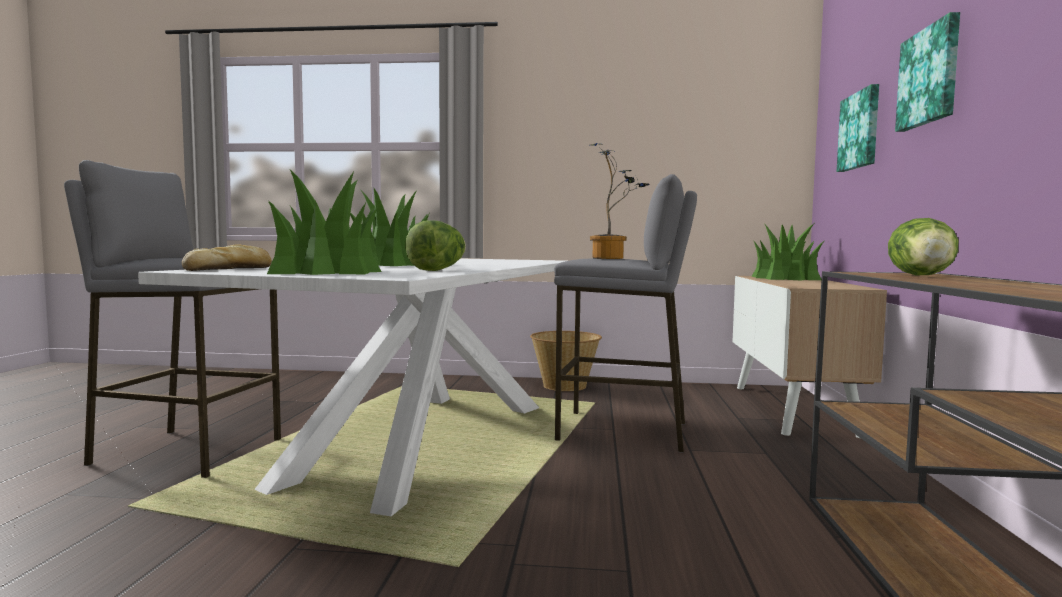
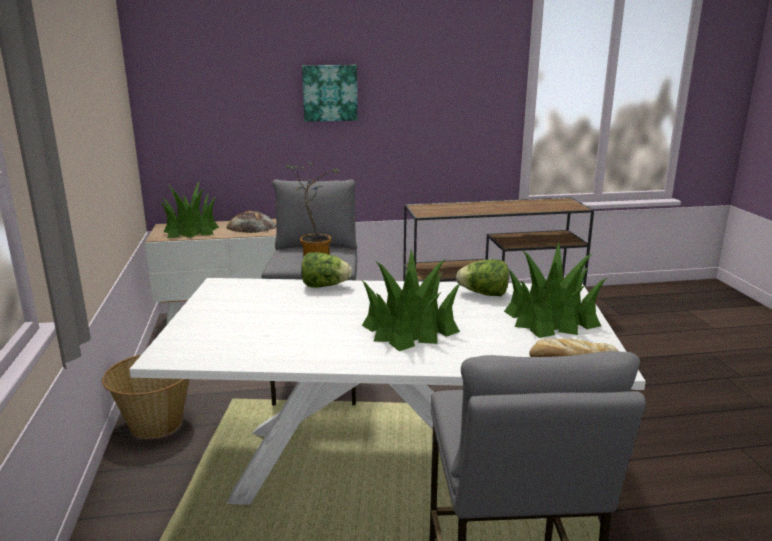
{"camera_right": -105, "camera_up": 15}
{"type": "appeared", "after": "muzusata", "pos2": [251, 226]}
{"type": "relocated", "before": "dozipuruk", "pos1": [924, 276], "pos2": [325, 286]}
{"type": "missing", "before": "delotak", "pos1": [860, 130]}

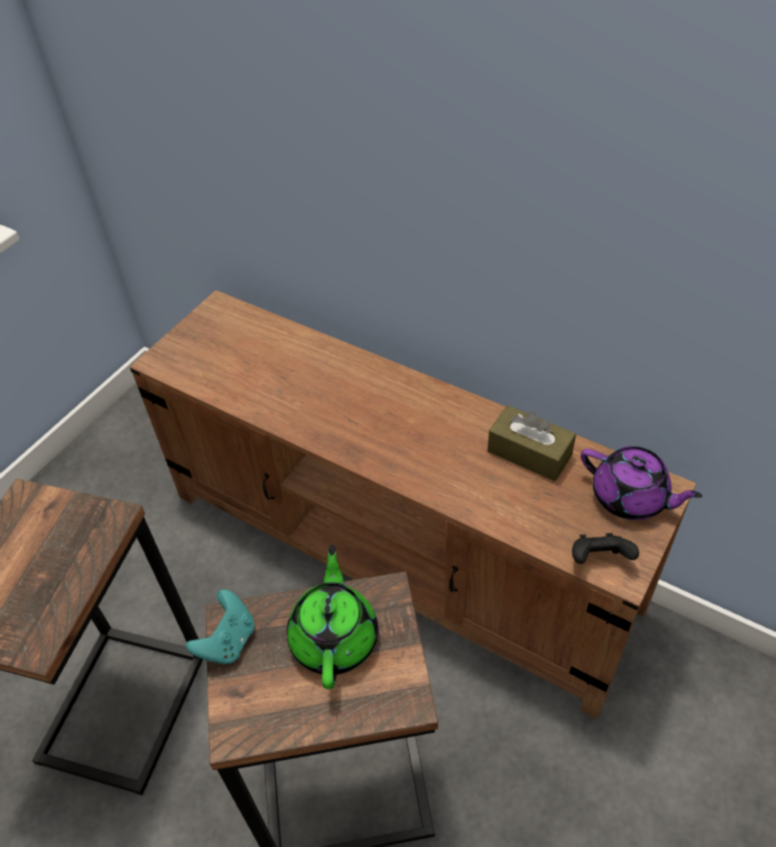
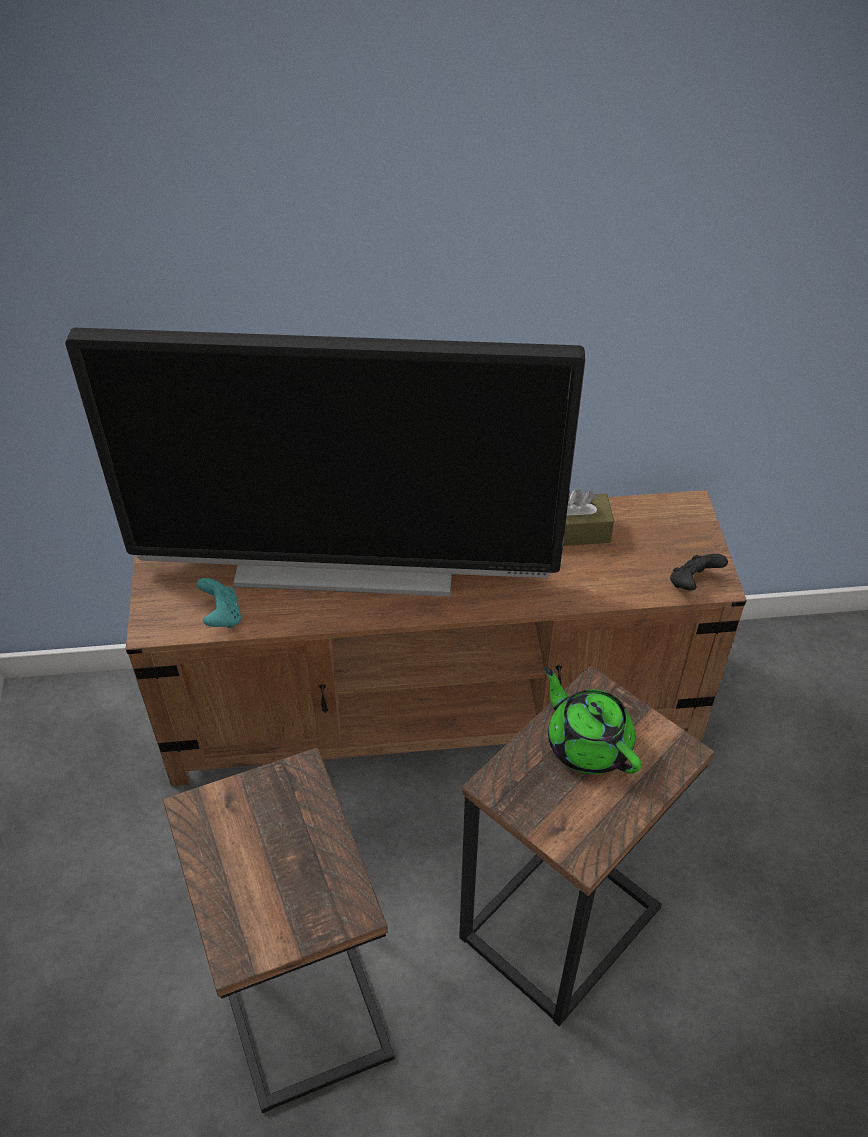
{"camera_right": -40, "camera_up": 0}
{"type": "appeared", "after": "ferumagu", "pos2": [345, 566]}
{"type": "relocated", "before": "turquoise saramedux", "pos1": [228, 641], "pos2": [222, 616]}
{"type": "missing", "before": "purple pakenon", "pos1": [630, 497]}

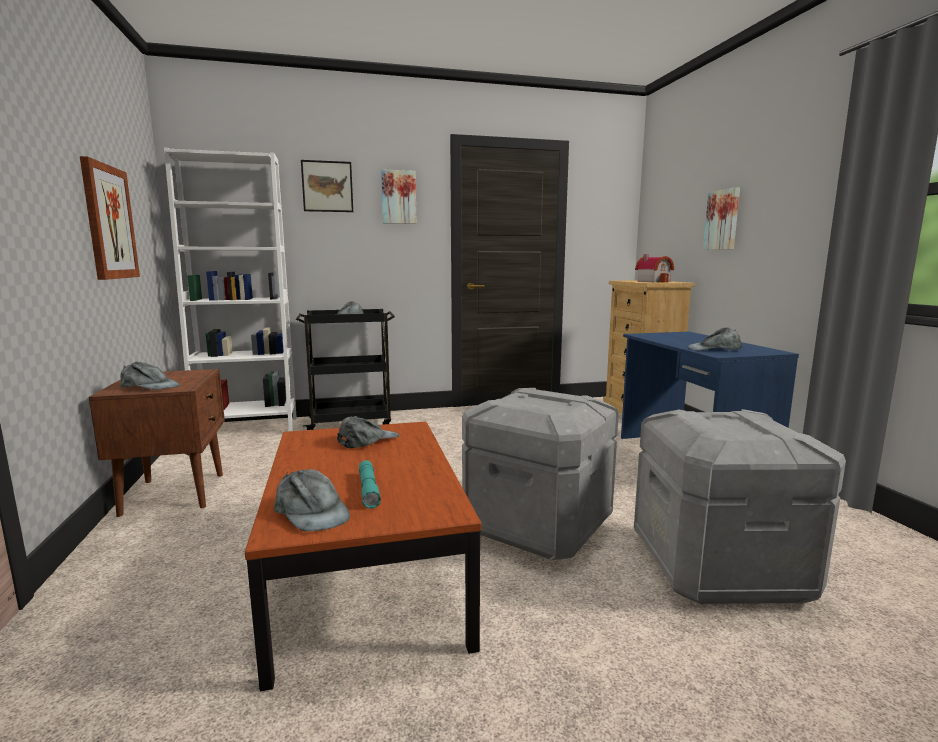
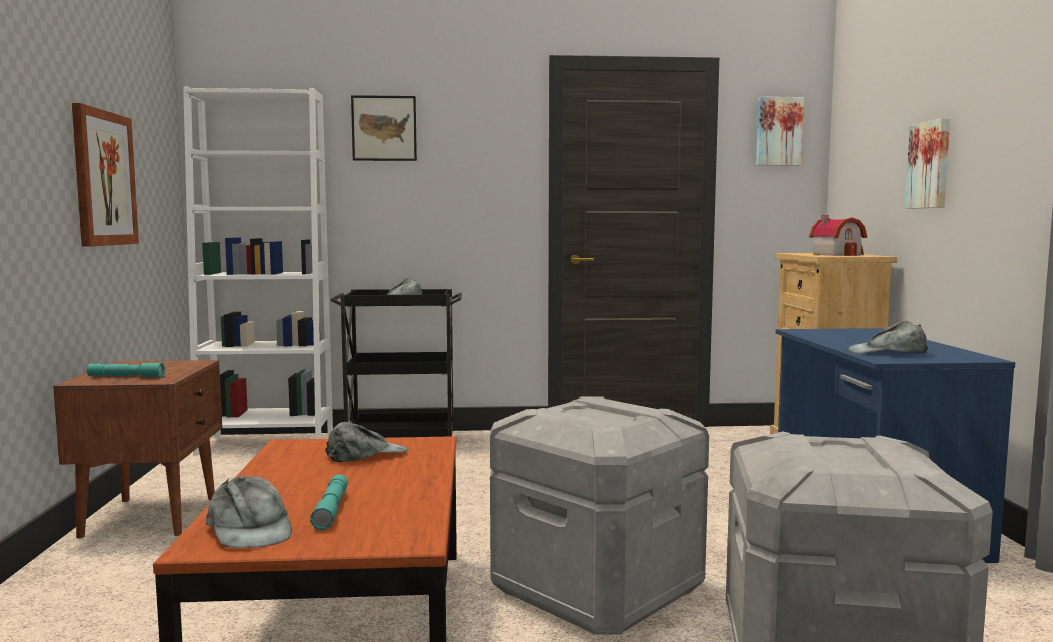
{"camera_right": 10, "camera_up": -5}
{"type": "exchanged", "before": "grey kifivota", "after": "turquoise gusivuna", "pos1": [150, 386], "pos2": [126, 377]}
{"type": "relocated", "before": "delotak", "pos1": [398, 197], "pos2": [778, 131]}

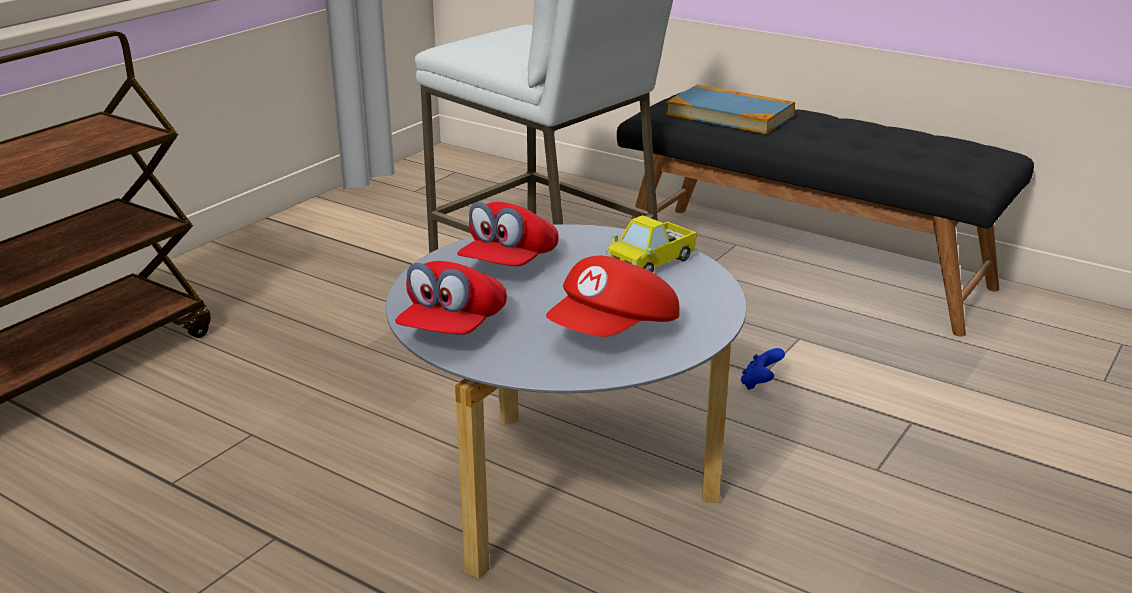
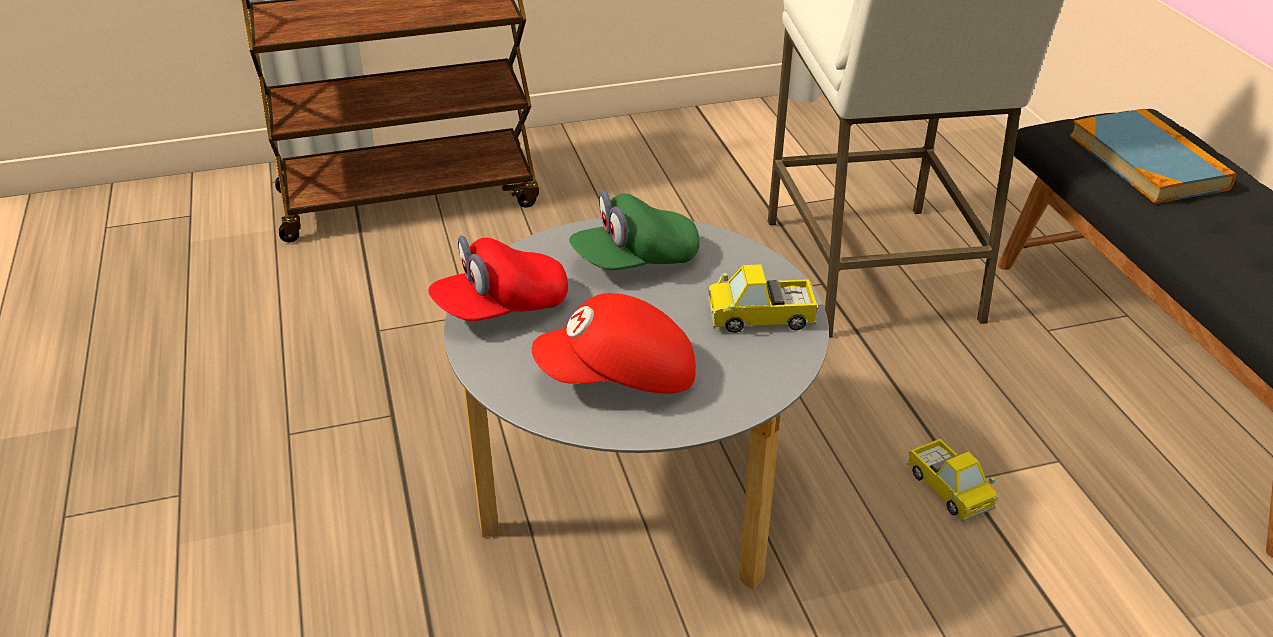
{"camera_right": 40, "camera_up": 10}
{"type": "colour", "before": "red kifivota", "after": "green kifivota", "pos1": [509, 264], "pos2": [635, 261]}
{"type": "exchanged", "before": "blue saramedux", "after": "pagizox", "pos1": [760, 383], "pos2": [948, 490]}

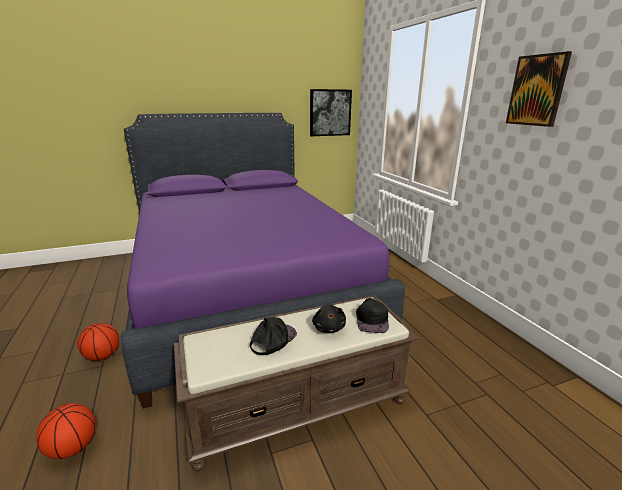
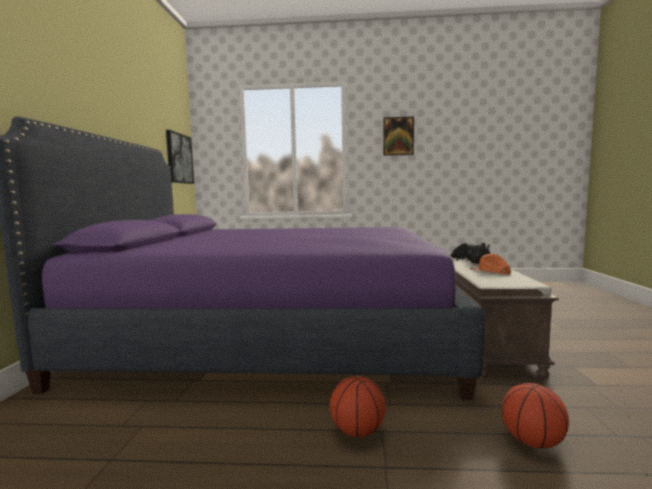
{"camera_right": -65, "camera_up": -15}
{"type": "colour", "before": "black kifivota", "after": "orange kifivota", "pos1": [272, 339], "pos2": [490, 271]}

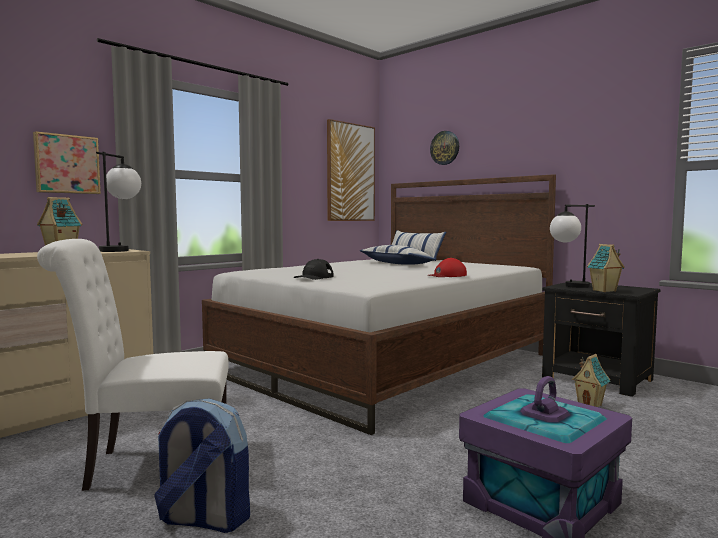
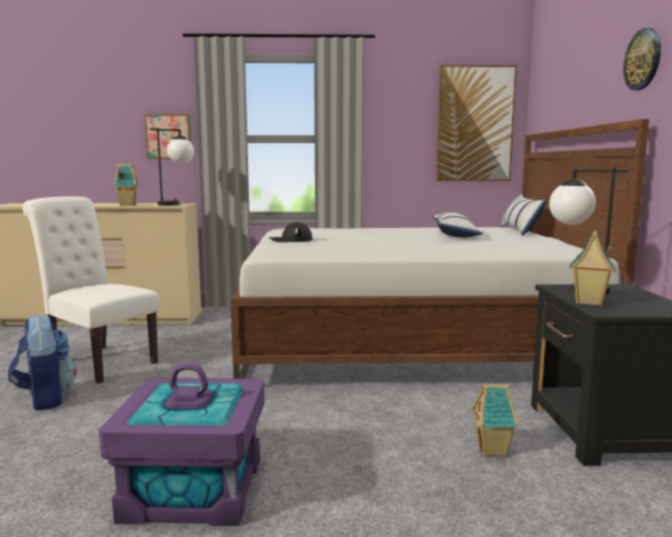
{"camera_right": 45, "camera_up": 5}
{"type": "relocated", "before": "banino", "pos1": [445, 148], "pos2": [643, 59]}
{"type": "missing", "before": "red kifivota", "pos1": [447, 275]}

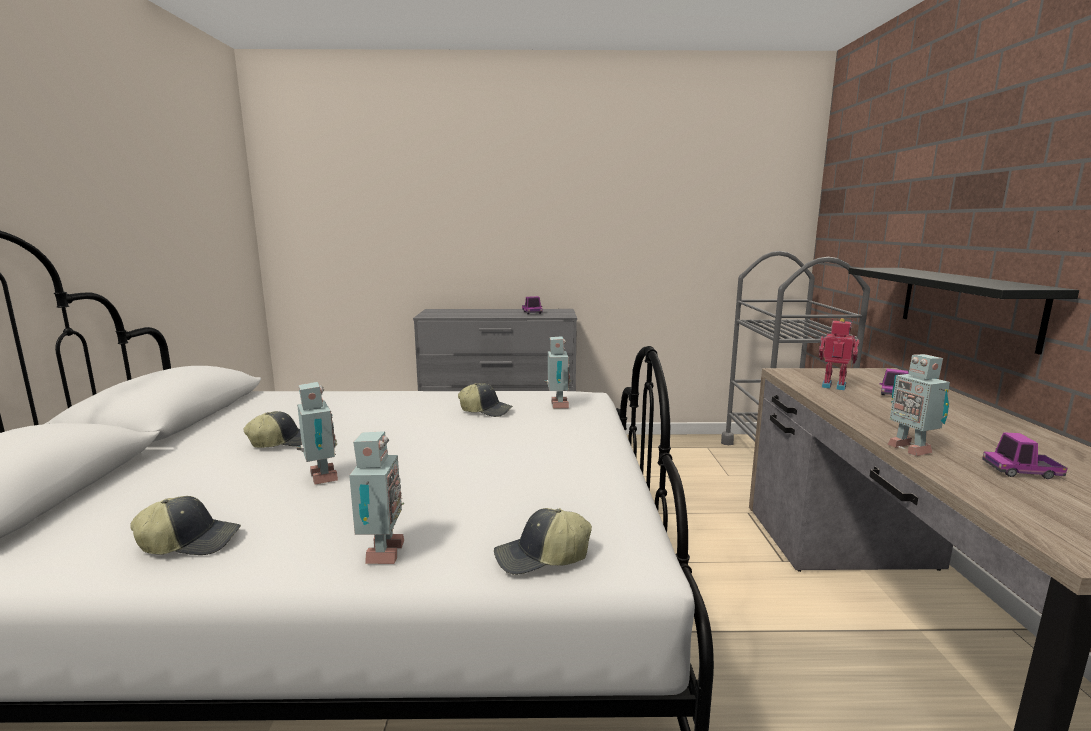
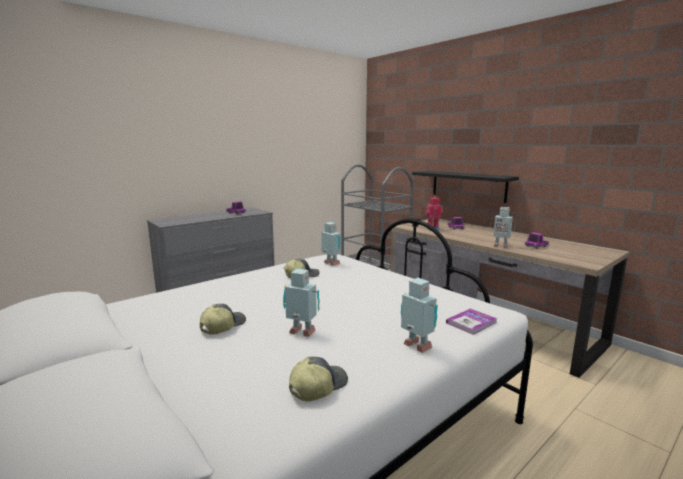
{"camera_right": -40, "camera_up": 0}
{"type": "exchanged", "before": "kifivota", "after": "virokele", "pos1": [542, 558], "pos2": [471, 322]}

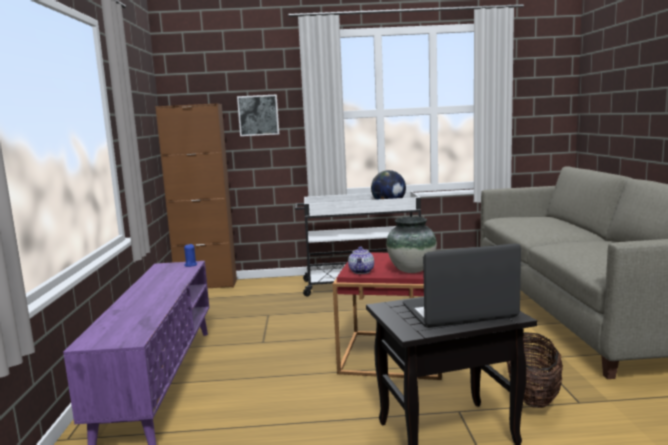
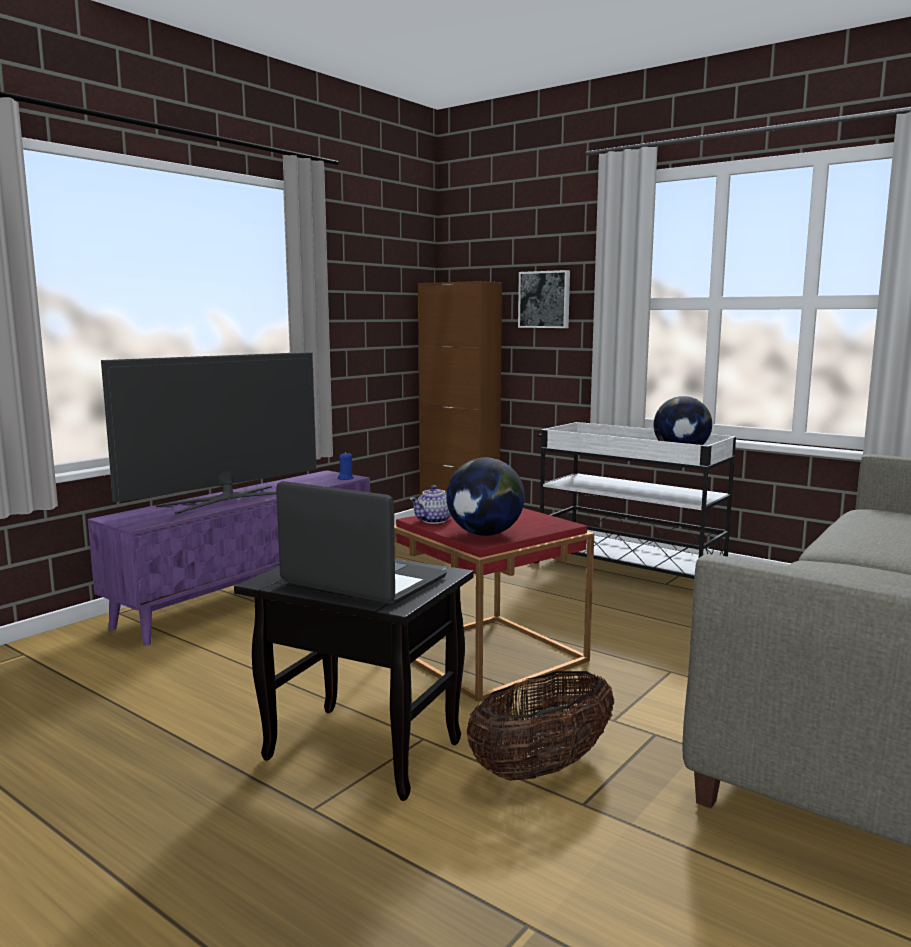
{"camera_right": 40, "camera_up": 0}
{"type": "appeared", "after": "ferumagu", "pos2": [226, 499]}
{"type": "exchanged", "before": "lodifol", "after": "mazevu", "pos1": [412, 270], "pos2": [485, 534]}

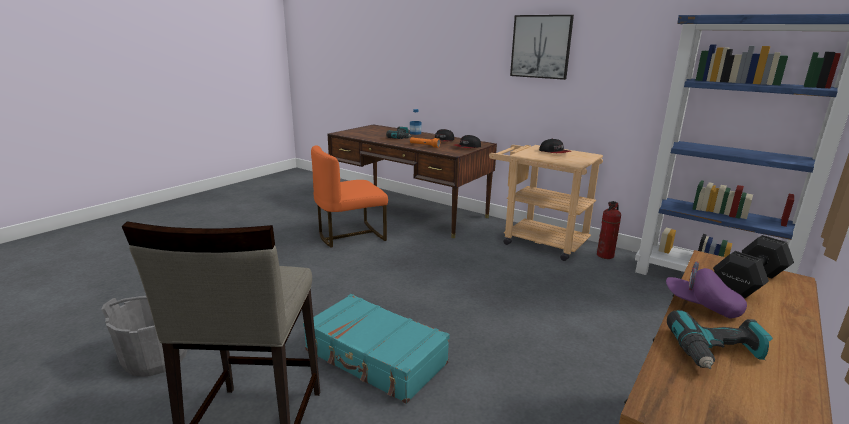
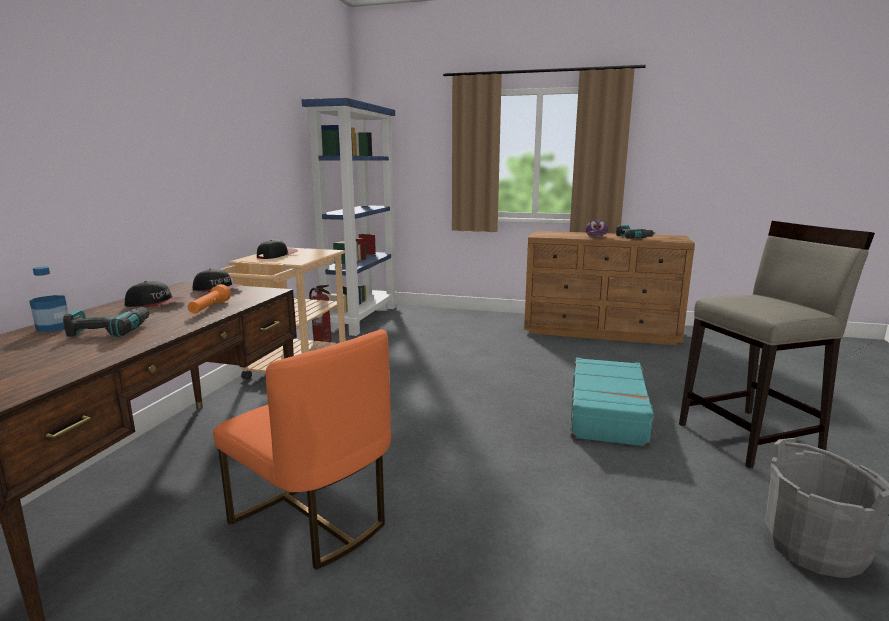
{"camera_right": -110, "camera_up": -5}
{"type": "missing", "before": "delotak", "pos1": [541, 46]}
{"type": "missing", "before": "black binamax", "pos1": [751, 281]}

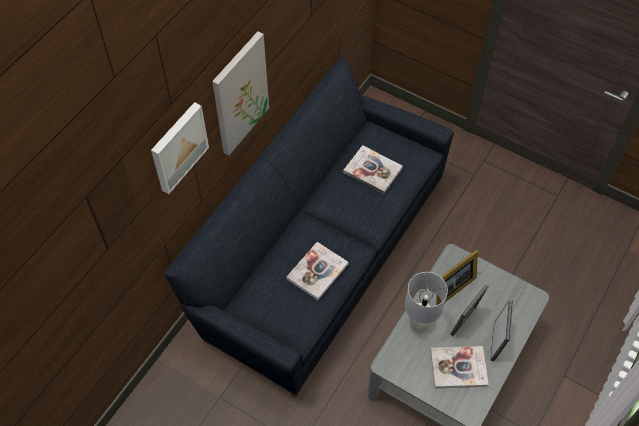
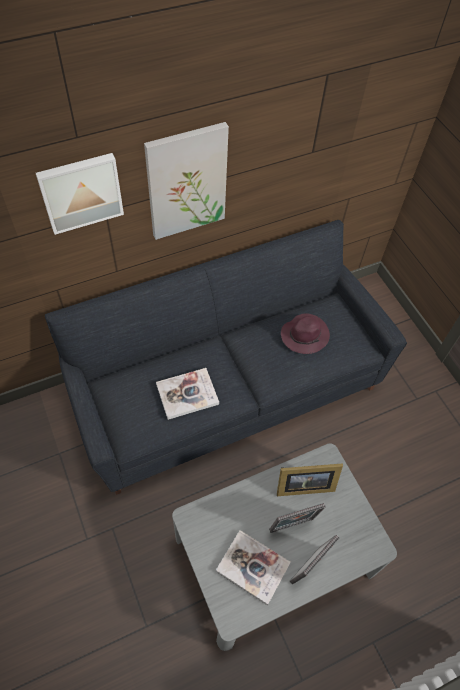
{"camera_right": 30, "camera_up": 0}
{"type": "exchanged", "before": "virokele", "after": "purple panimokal", "pos1": [372, 170], "pos2": [305, 335]}
{"type": "missing", "before": "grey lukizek", "pos1": [419, 325]}

